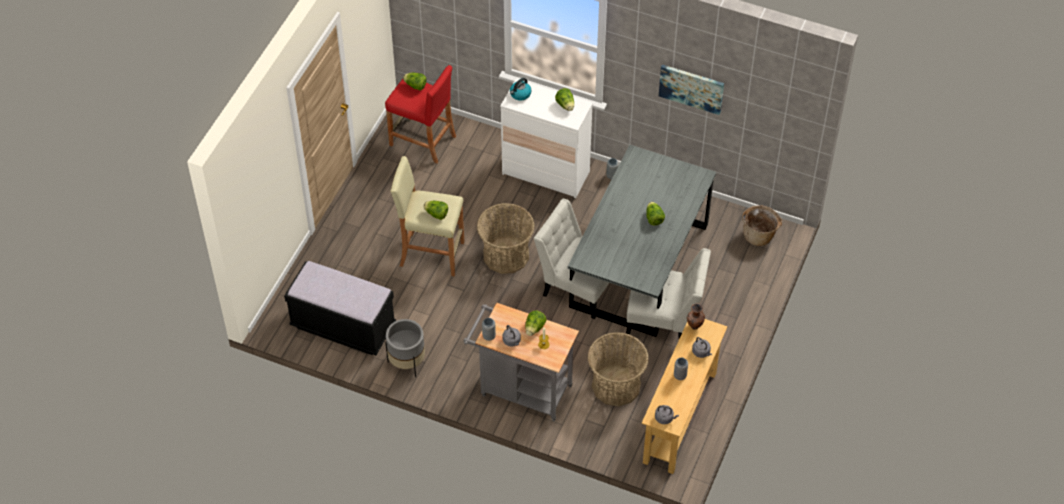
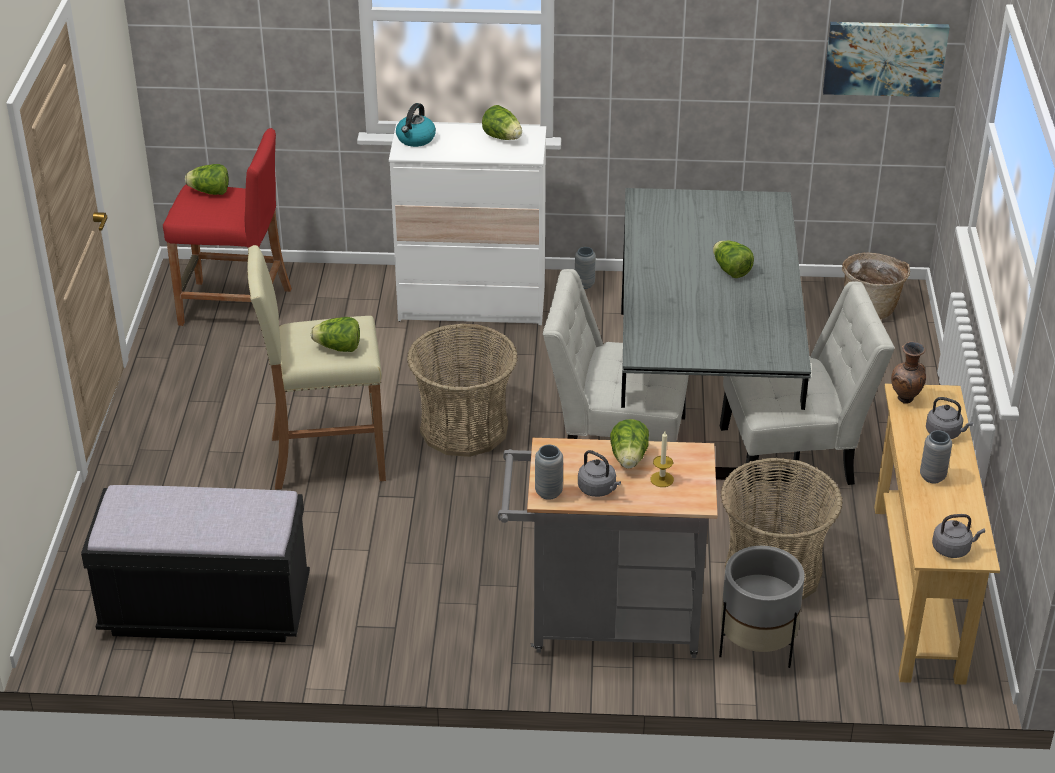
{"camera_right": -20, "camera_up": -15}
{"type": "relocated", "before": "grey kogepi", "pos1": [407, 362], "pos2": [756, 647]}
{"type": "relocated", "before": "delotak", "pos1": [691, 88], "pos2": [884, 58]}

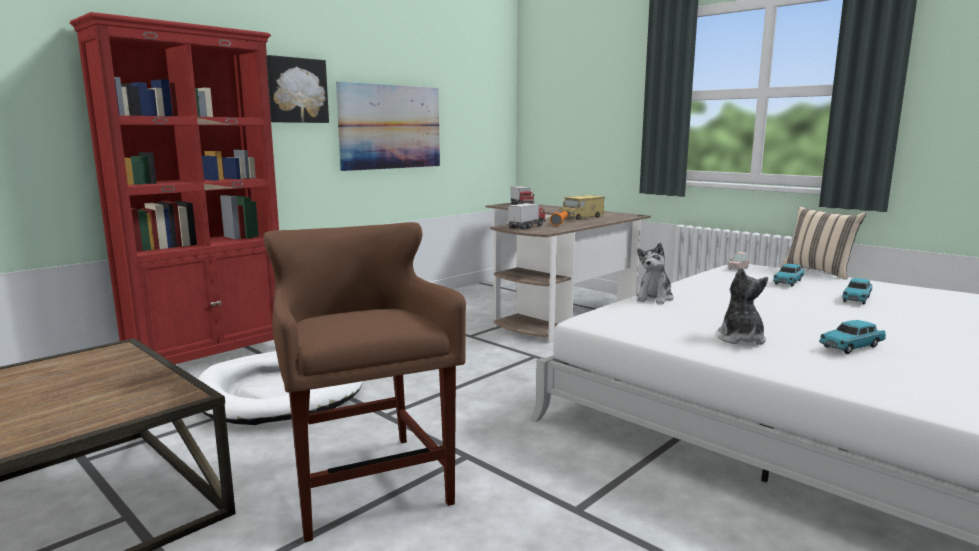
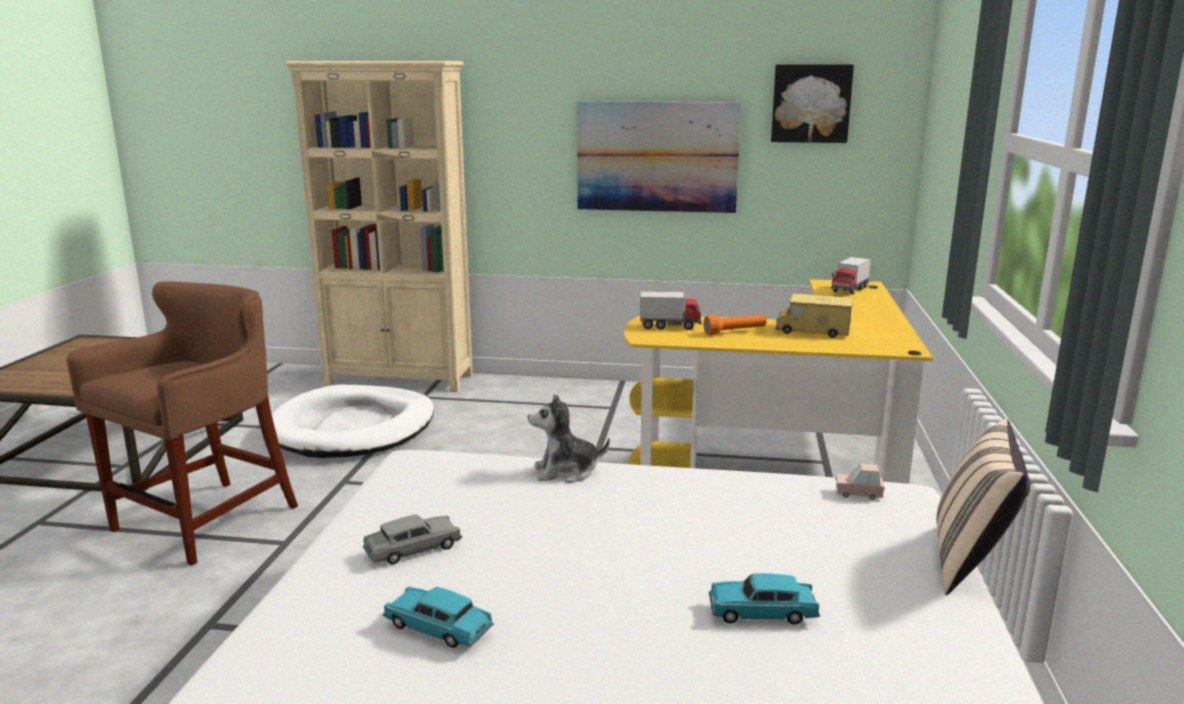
{"camera_right": 55, "camera_up": 5}
{"type": "colour", "before": "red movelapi", "after": "beige movelapi", "pos1": [211, 357], "pos2": [400, 379]}
{"type": "exchanged", "before": "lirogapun", "after": "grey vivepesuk", "pos1": [740, 339], "pos2": [413, 550]}
{"type": "colour", "before": "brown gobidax", "after": "yellow gobidax", "pos1": [558, 307], "pos2": [793, 459]}
{"type": "relocated", "before": "delotak", "pos1": [297, 90], "pos2": [811, 103]}
{"type": "missing", "before": "turquoise vivepesuk", "pos1": [788, 282]}

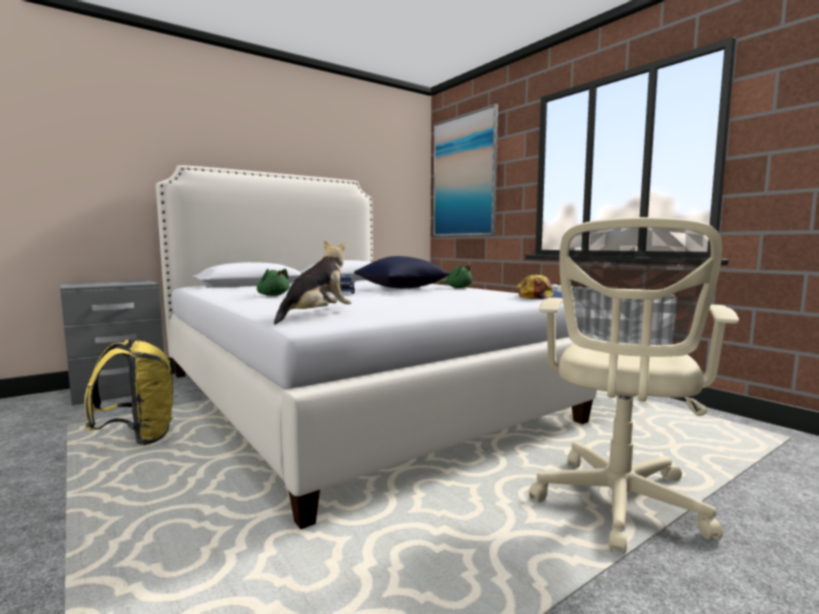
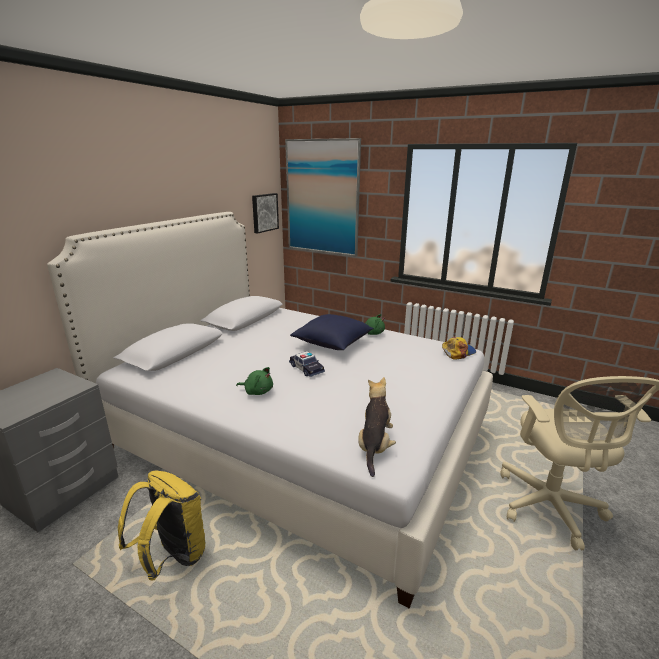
{"camera_right": -25, "camera_up": 15}
{"type": "appeared", "after": "delotak", "pos2": [264, 212]}

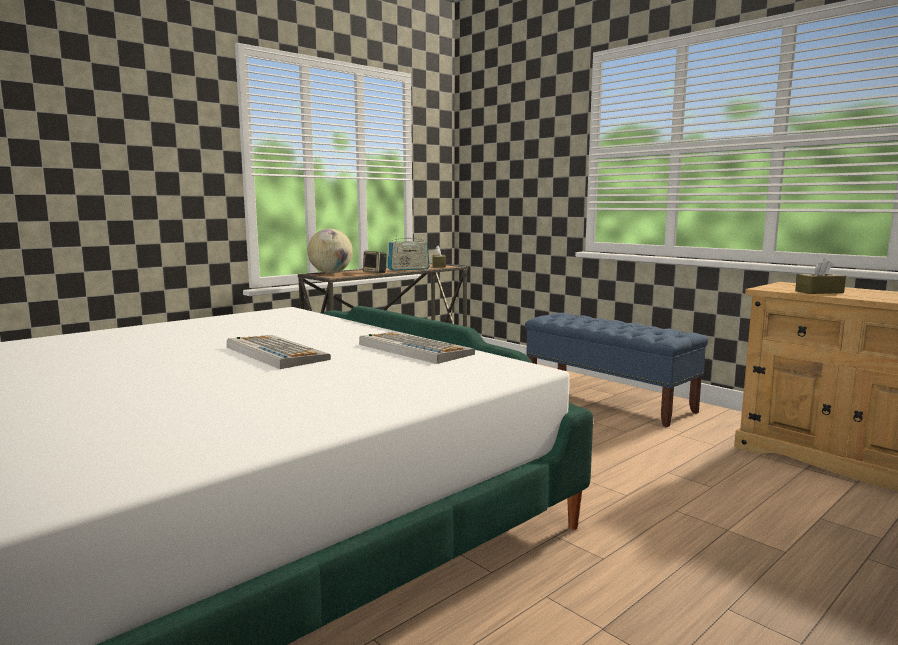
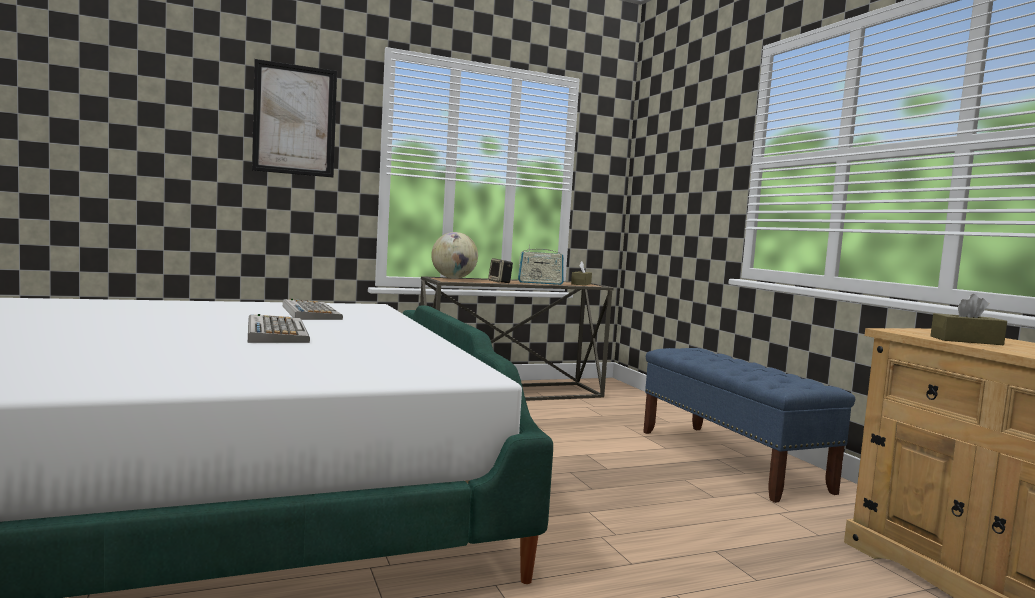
{"camera_right": 20, "camera_up": -5}
{"type": "appeared", "after": "delotak", "pos2": [295, 120]}
{"type": "relocated", "before": "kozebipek", "pos1": [413, 349], "pos2": [310, 312]}

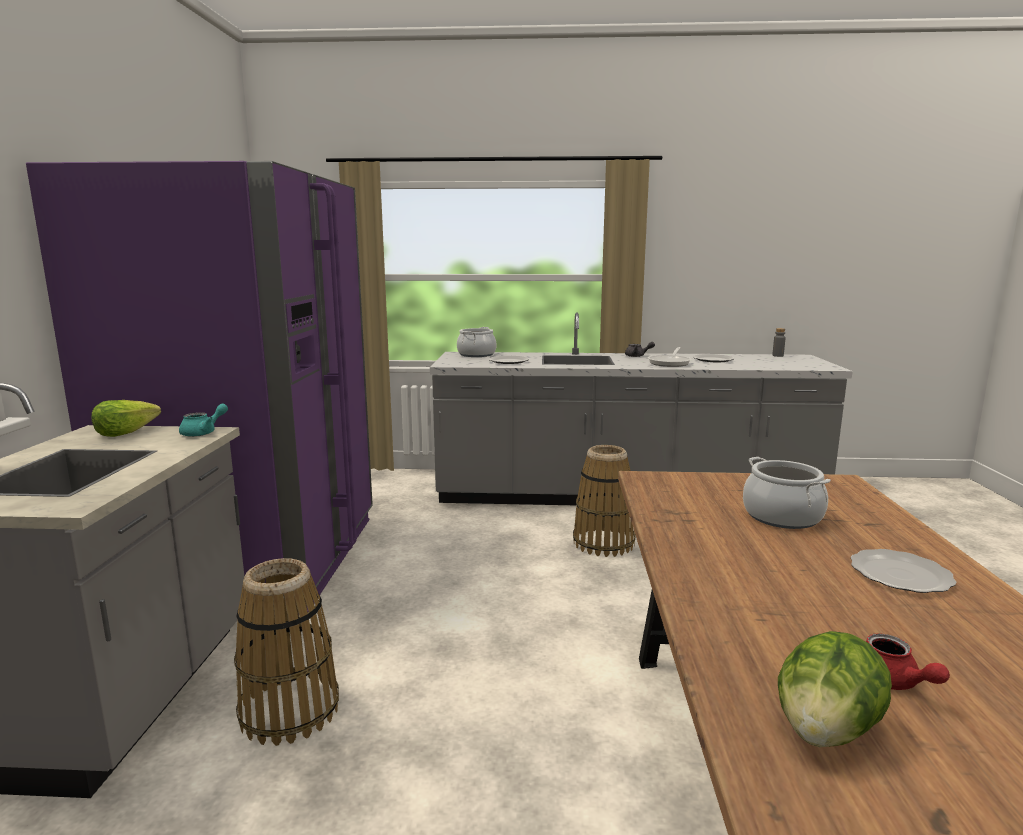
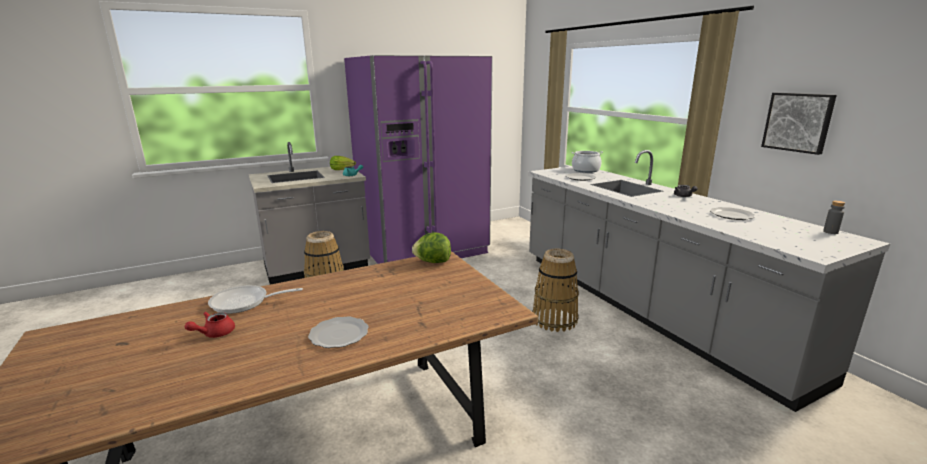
{"camera_right": 60, "camera_up": 5}
{"type": "relocated", "before": "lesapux", "pos1": [670, 363], "pos2": [245, 303]}
{"type": "relocated", "before": "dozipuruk", "pos1": [826, 731], "pos2": [432, 262]}
{"type": "appeared", "after": "delotak", "pos2": [798, 122]}
{"type": "missing", "before": "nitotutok", "pos1": [782, 517]}

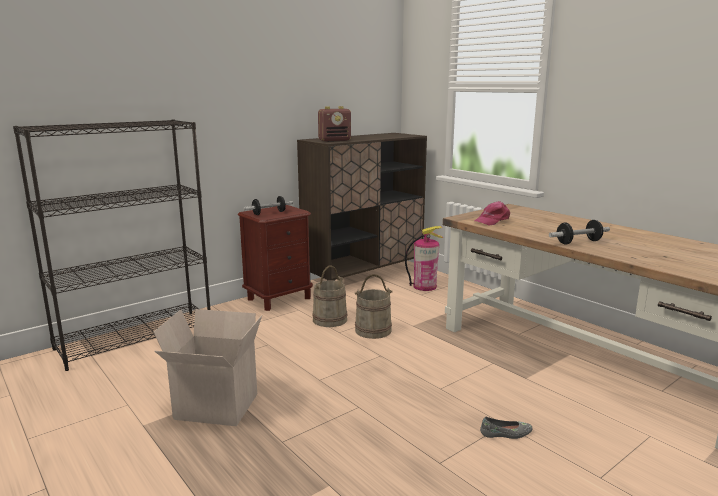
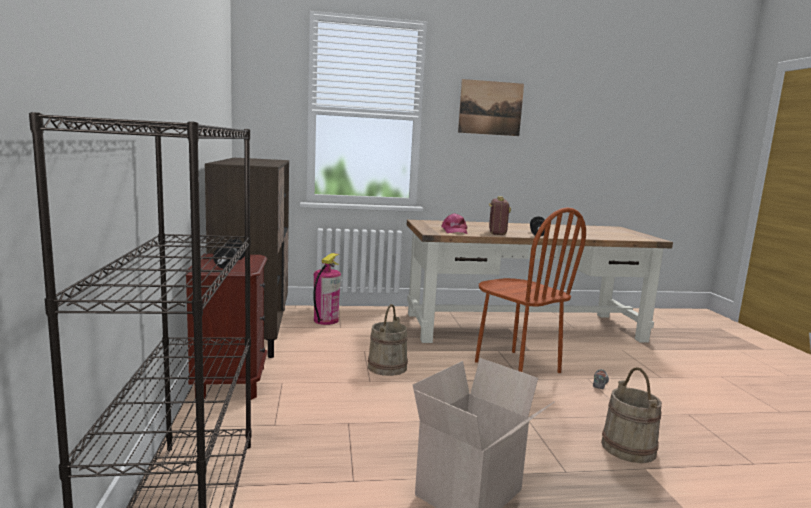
{"camera_right": -60, "camera_up": -5}
{"type": "appeared", "after": "delotak", "pos2": [490, 108]}
{"type": "appeared", "after": "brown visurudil", "pos2": [516, 367]}
{"type": "relocated", "before": "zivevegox", "pos1": [335, 140], "pos2": [497, 233]}
{"type": "relocated", "before": "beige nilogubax", "pos1": [329, 319], "pos2": [628, 448]}

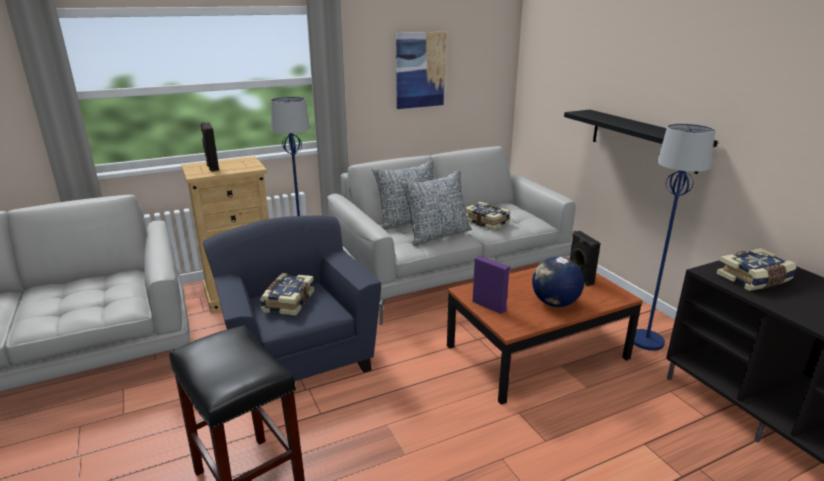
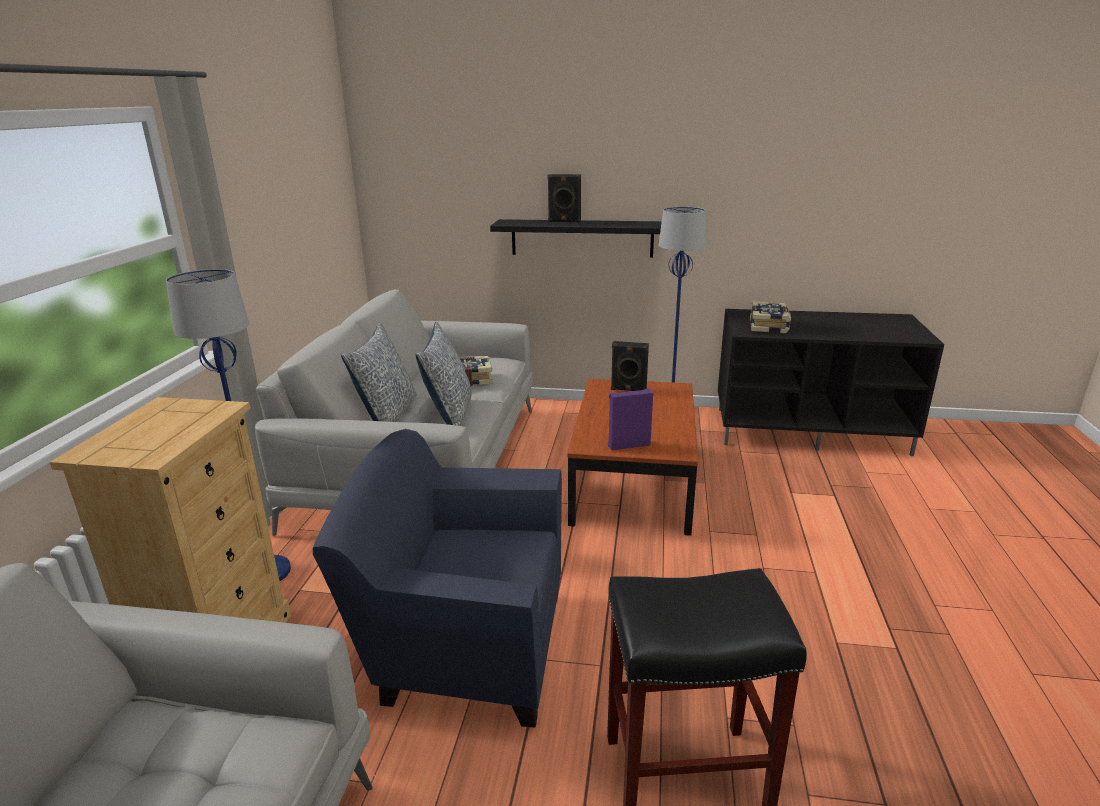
{"camera_right": -55, "camera_up": 0}
{"type": "relocated", "before": "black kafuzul", "pos1": [212, 167], "pos2": [564, 221]}
{"type": "missing", "before": "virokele", "pos1": [287, 302]}
{"type": "missing", "before": "delotak", "pos1": [420, 70]}
{"type": "missing", "before": "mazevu", "pos1": [554, 303]}

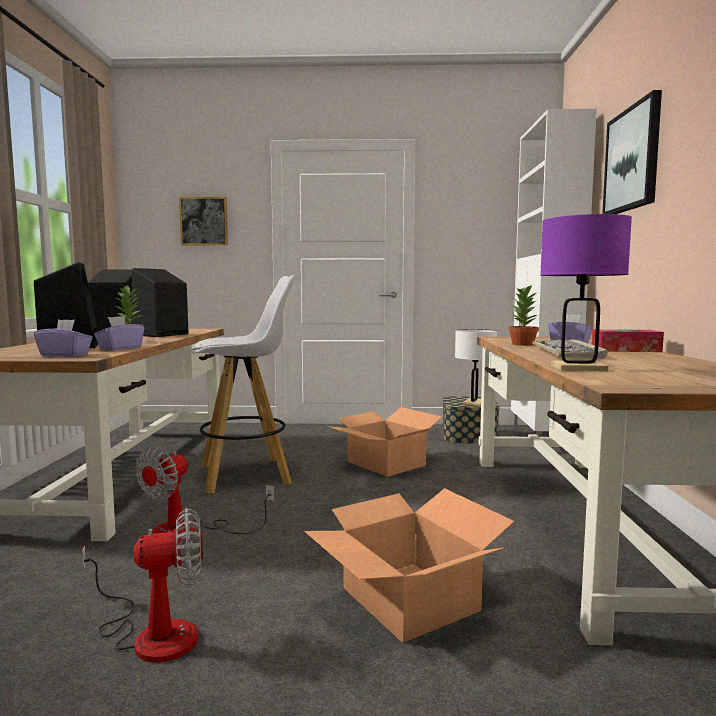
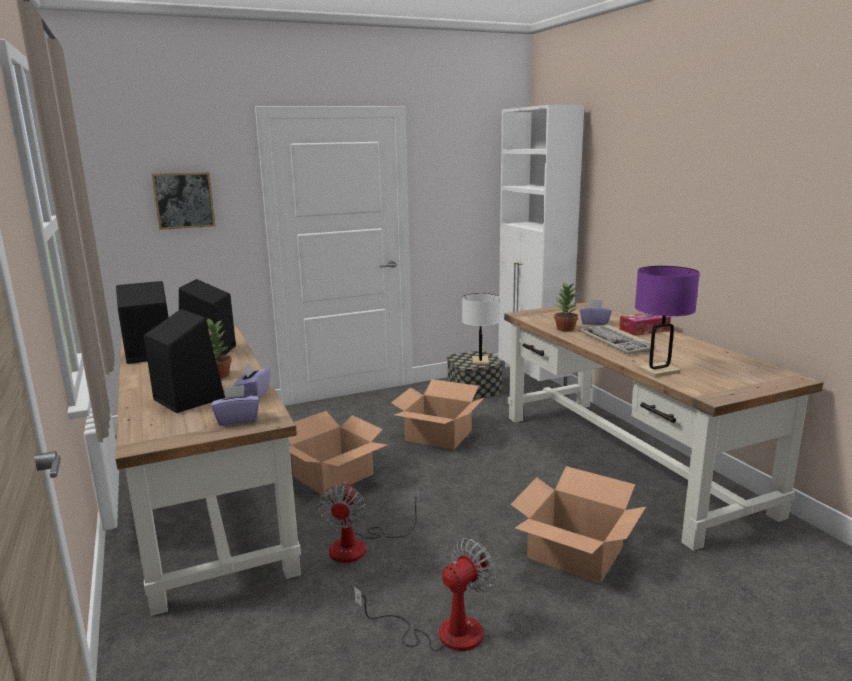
{"camera_right": -25, "camera_up": 10}
{"type": "exchanged", "before": "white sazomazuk", "after": "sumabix", "pos1": [247, 475], "pos2": [334, 476]}
{"type": "missing", "before": "delotak", "pos1": [633, 159]}

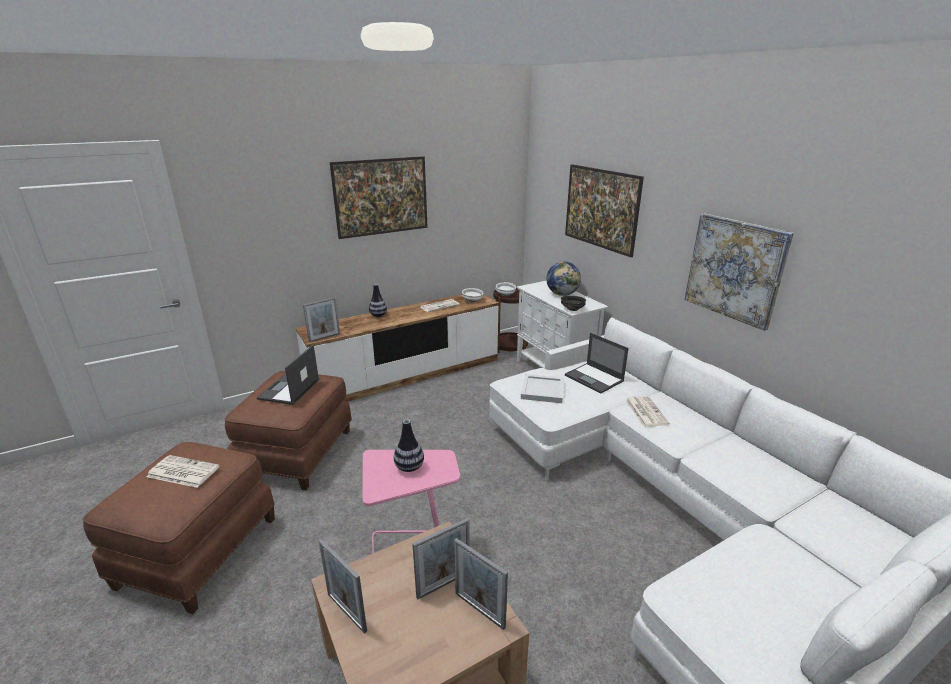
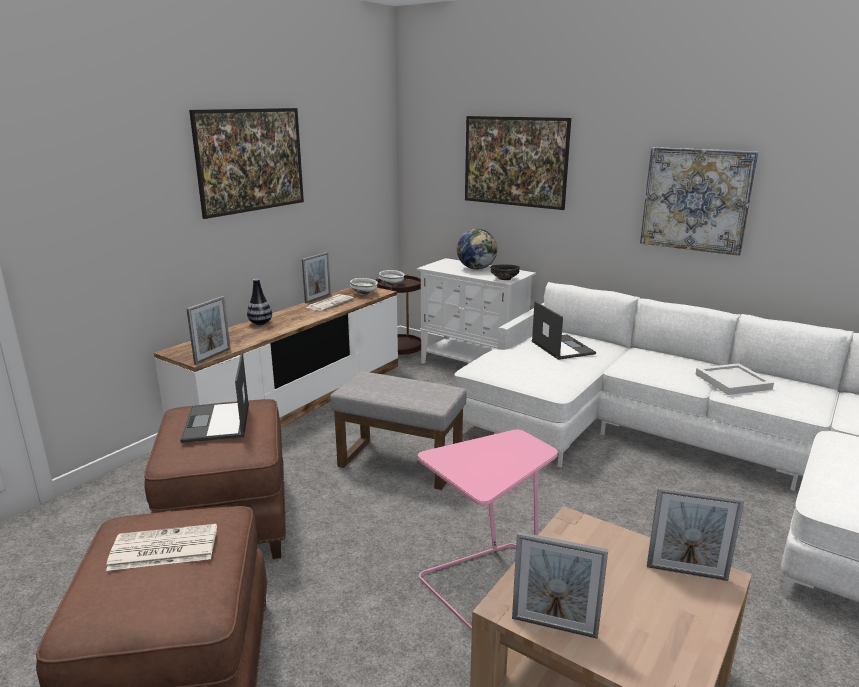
{"camera_right": -25, "camera_up": -5}
{"type": "relocated", "before": "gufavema", "pos1": [443, 584], "pos2": [318, 298]}
{"type": "appeared", "after": "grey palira", "pos2": [398, 463]}
{"type": "spun", "before": "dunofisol", "pos1": [594, 378], "pos2": [562, 347], "turn": -135}
{"type": "relocated", "before": "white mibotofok", "pos1": [542, 390], "pos2": [732, 382]}
{"type": "missing", "before": "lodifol", "pos1": [409, 467]}
{"type": "missing", "before": "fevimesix", "pos1": [645, 411]}

